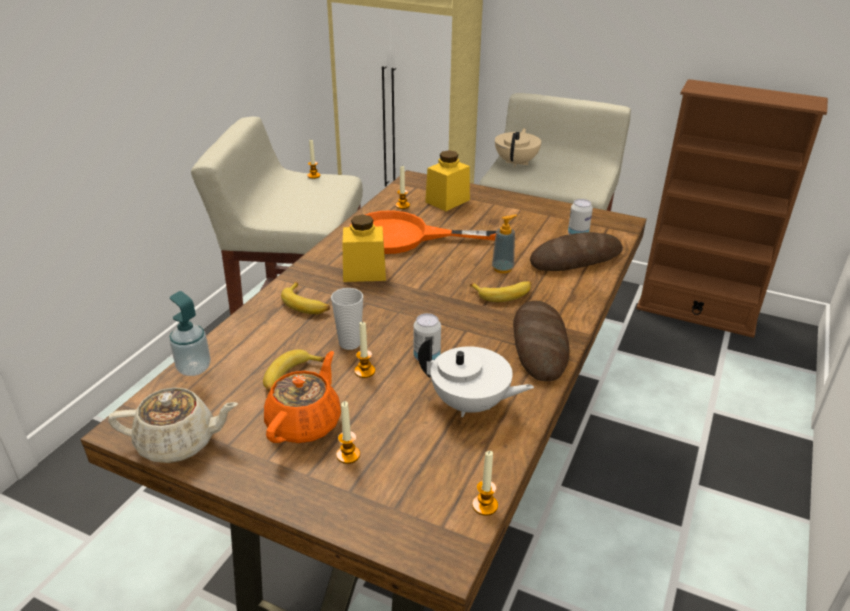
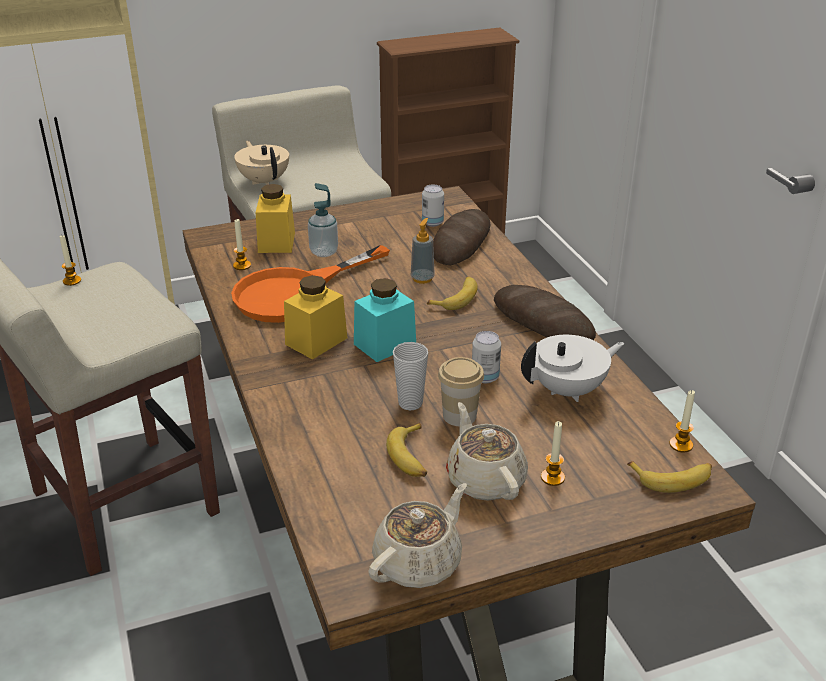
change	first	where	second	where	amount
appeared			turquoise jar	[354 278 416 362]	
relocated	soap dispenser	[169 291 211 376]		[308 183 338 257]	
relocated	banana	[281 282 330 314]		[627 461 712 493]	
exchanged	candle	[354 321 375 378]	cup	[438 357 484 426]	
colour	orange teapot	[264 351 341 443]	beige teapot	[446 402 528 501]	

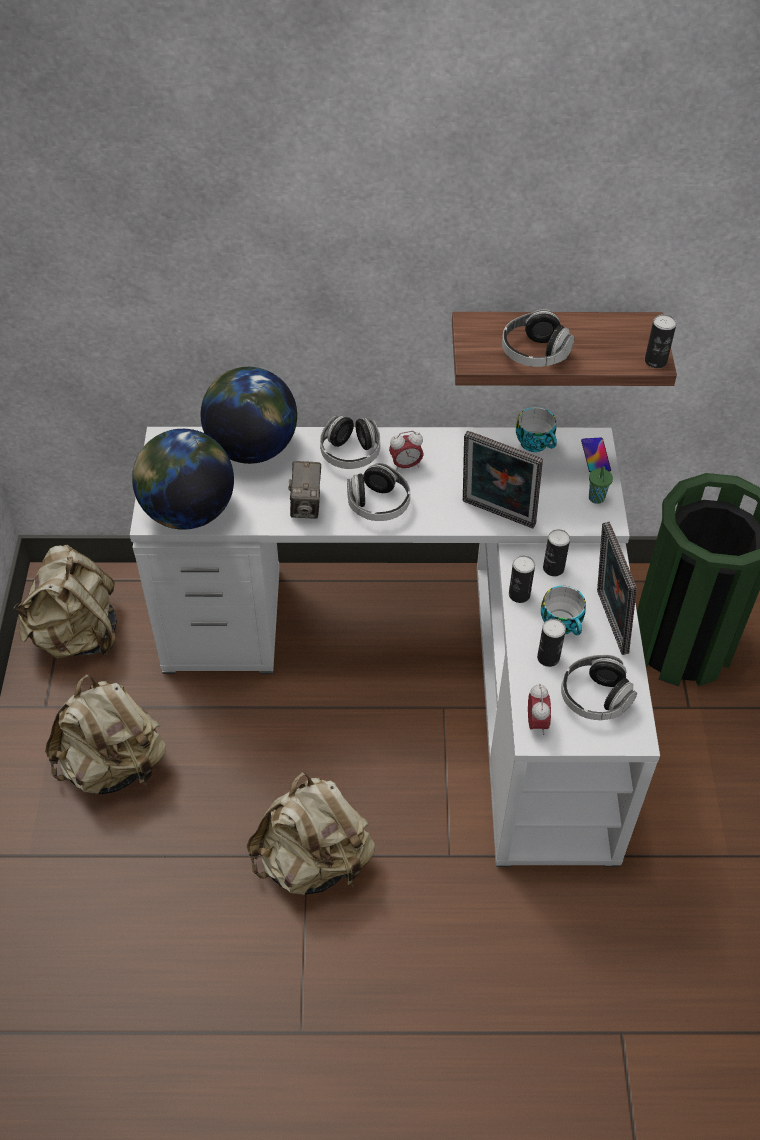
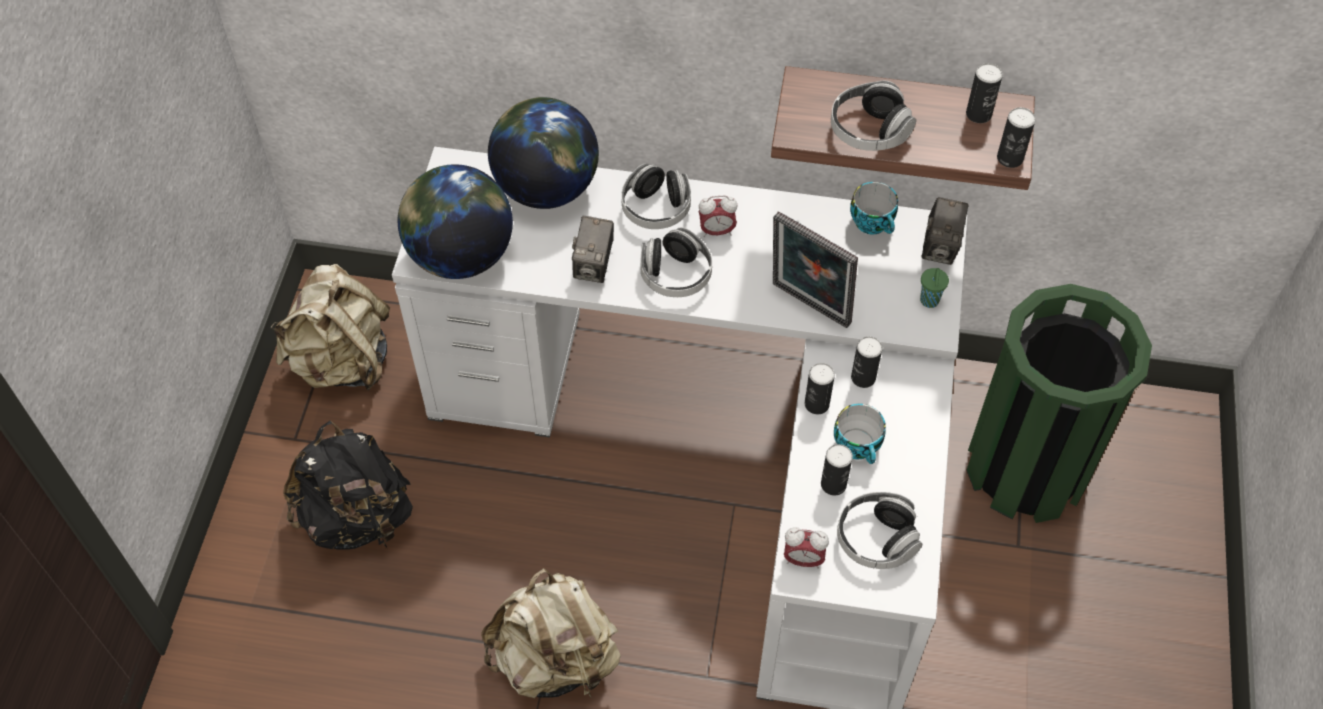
change	first	where	second	where	amount
missing	picture frame	[597 522 637 655]			
appeared			can	[966 63 1003 123]	
exchanged	phone	[581 438 611 472]	photo camera	[921 197 969 265]	
colour	beige backpack	[45 674 166 794]	black backpack	[283 421 413 550]	
spun	alarm clock	[528 684 551 735]		[784 527 829 569]	90 degrees clockwise

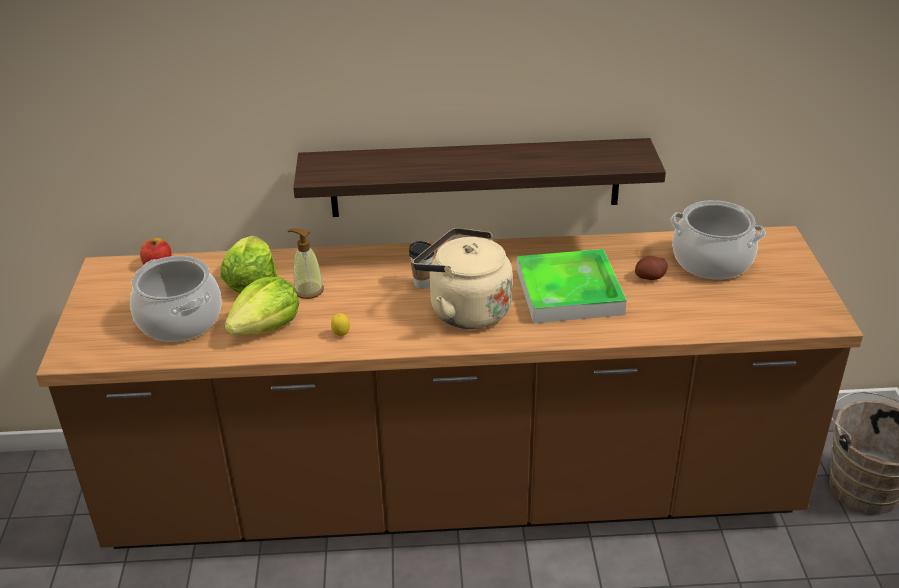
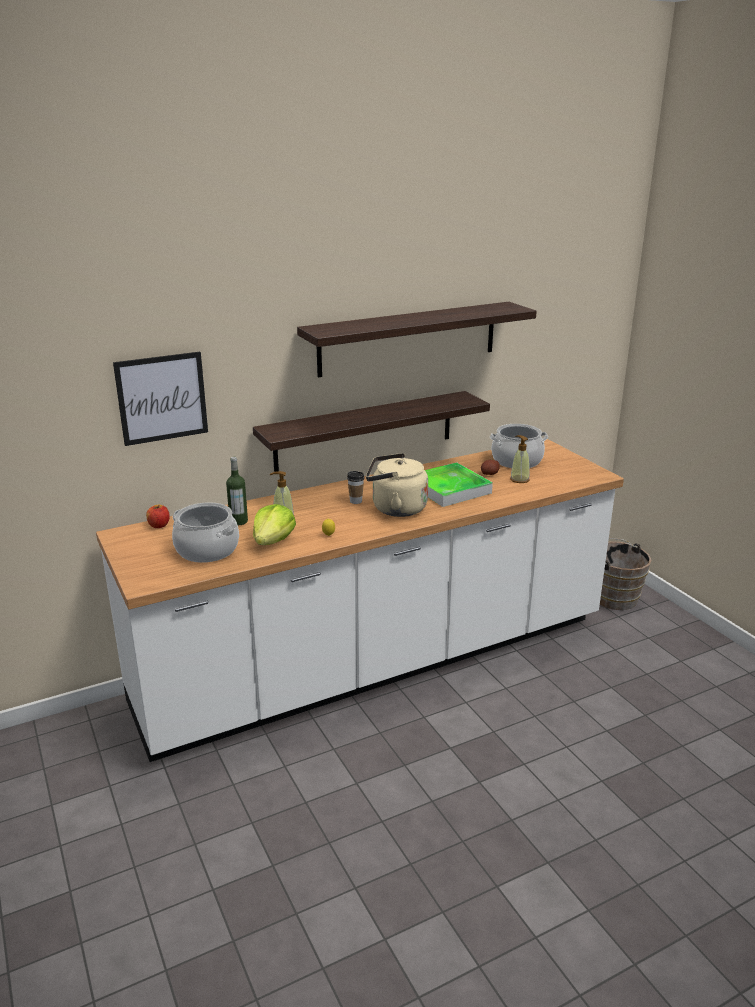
change	first	where	second	where	amount
appeared			picture	[113 352 208 446]	
appeared			shelf	[297 302 537 378]	
appeared			soap dispenser	[510 435 530 483]	
exchanged	lettuce	[221 235 277 293]	bottle	[226 457 248 525]	
colour	brown counter	[36 226 863 549]	white counter	[96 439 624 762]	

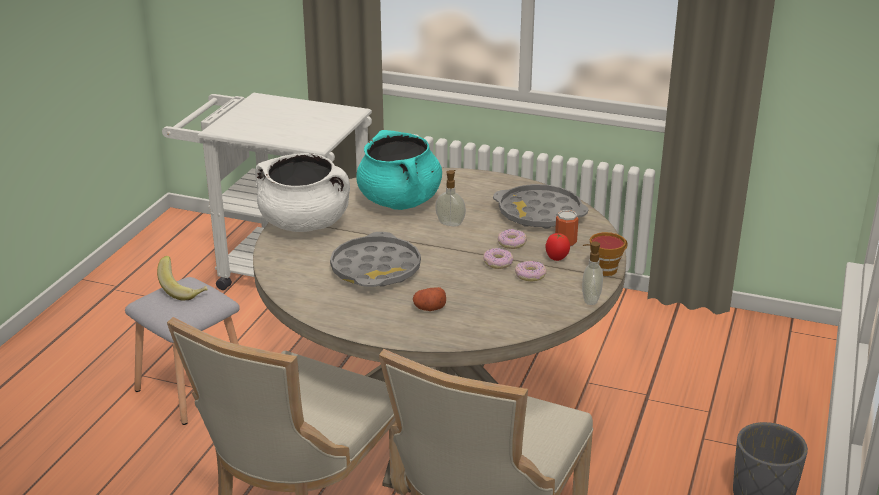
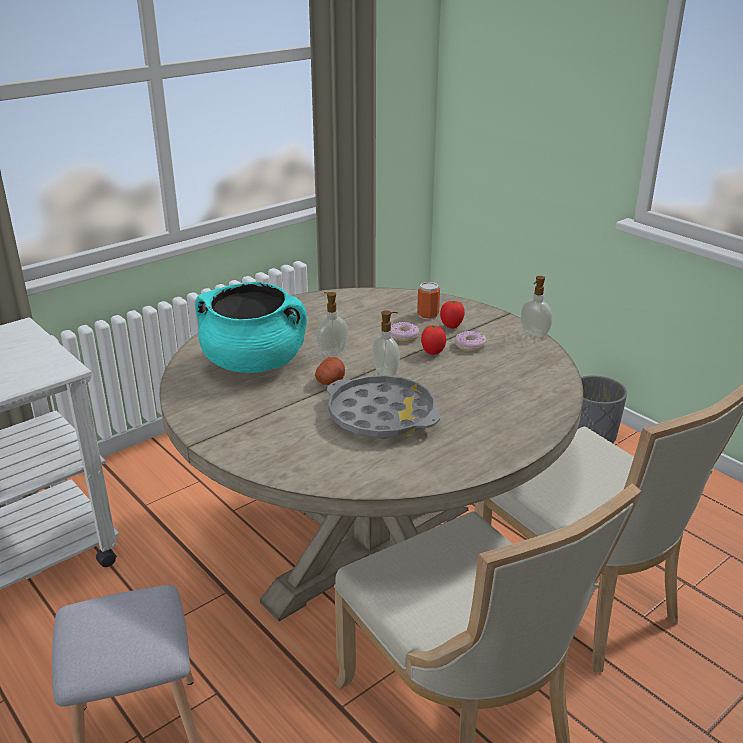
change	first	where	second	where	amount
missing	banana	[157 256 208 301]			
missing	white cooking pot	[255 153 350 232]			
missing	grey tray	[493 184 589 229]			
missing	cup	[590 232 627 276]			
appeared			soap dispenser	[372 310 400 376]	
relocated	potato	[413 287 446 311]		[315 357 345 385]	
exchanged	donut	[483 248 514 269]	tomato	[421 325 446 355]	

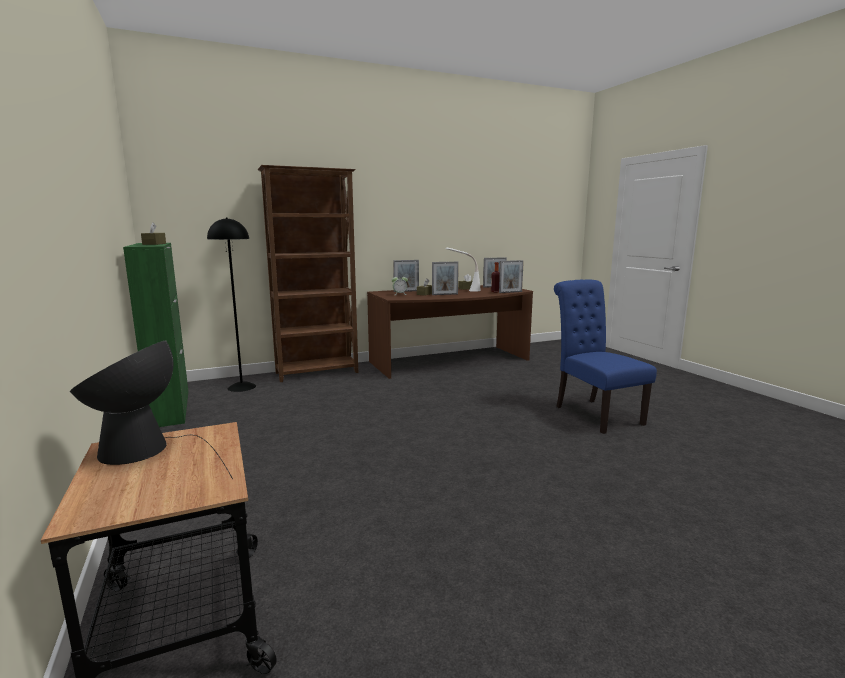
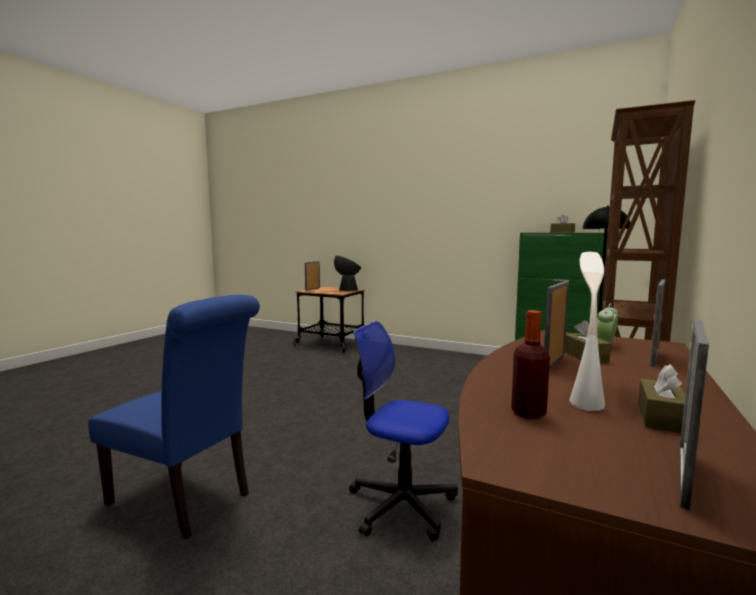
change	first	where	second	where	amount
appeared			office chair	[349 321 458 541]	
relocated	picture frame	[499 260 524 293]		[305 261 320 291]	

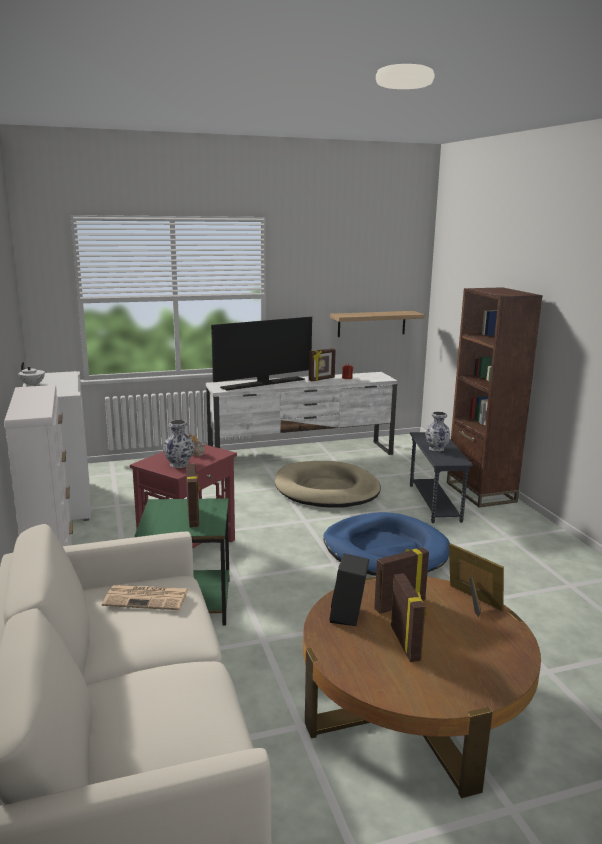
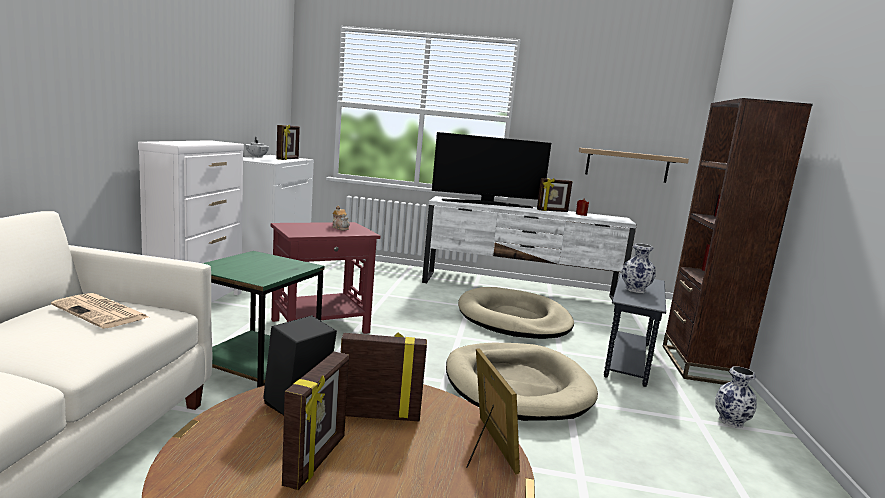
change	first	where	second	where	amount
relocated	vase	[163 420 195 468]		[715 367 757 428]	
relocated	picture frame	[186 464 199 528]		[276 124 300 160]	
colour	blue dog bed	[323 512 450 576]	beige dog bed	[446 343 598 421]	

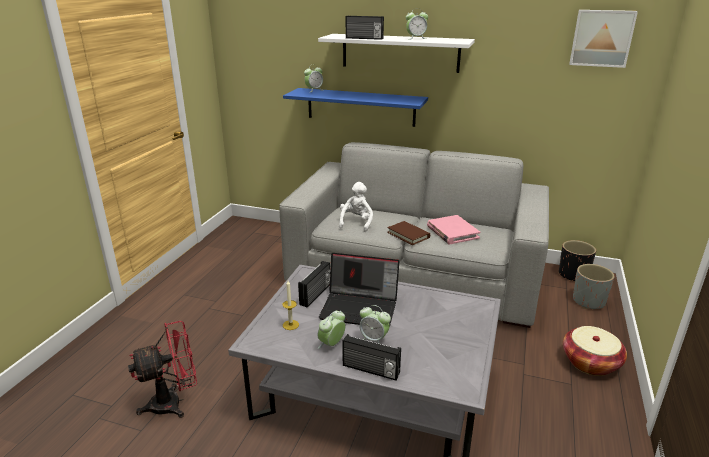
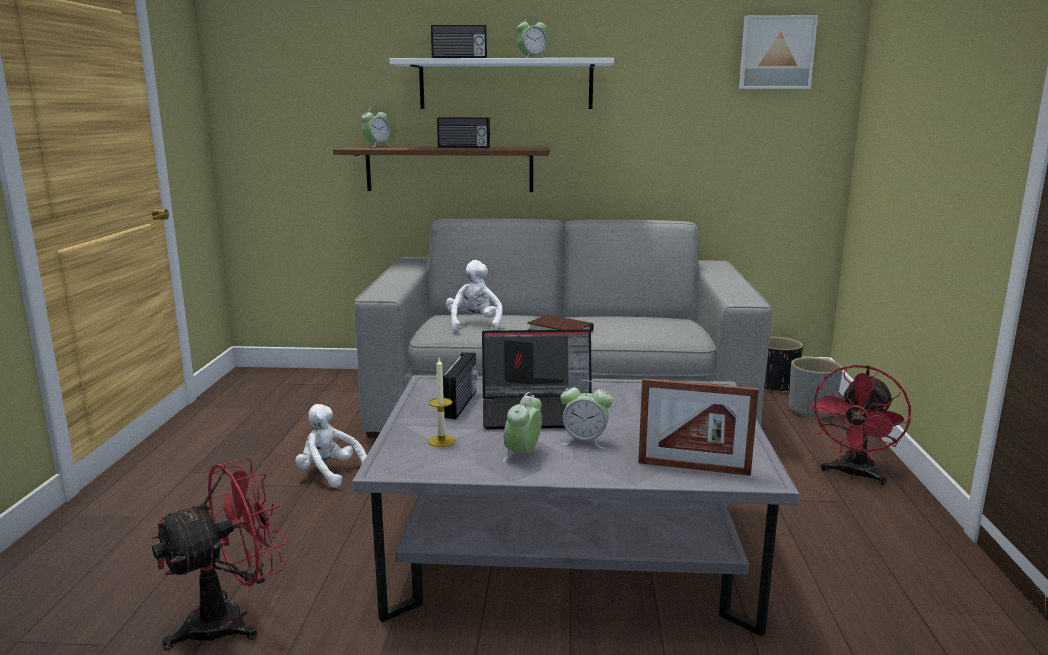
change	first	where	second	where	amount
missing	pink book	[427 215 480 244]			
appeared			white plush toy	[295 404 367 488]	
appeared			picture frame	[638 378 759 476]	
relocated	radio	[342 334 401 381]		[437 117 490 148]	
exchanged	basket	[563 326 627 376]	red fan	[810 365 911 485]	
colour	blue shelf	[283 88 428 127]	brown shelf	[333 146 550 192]	

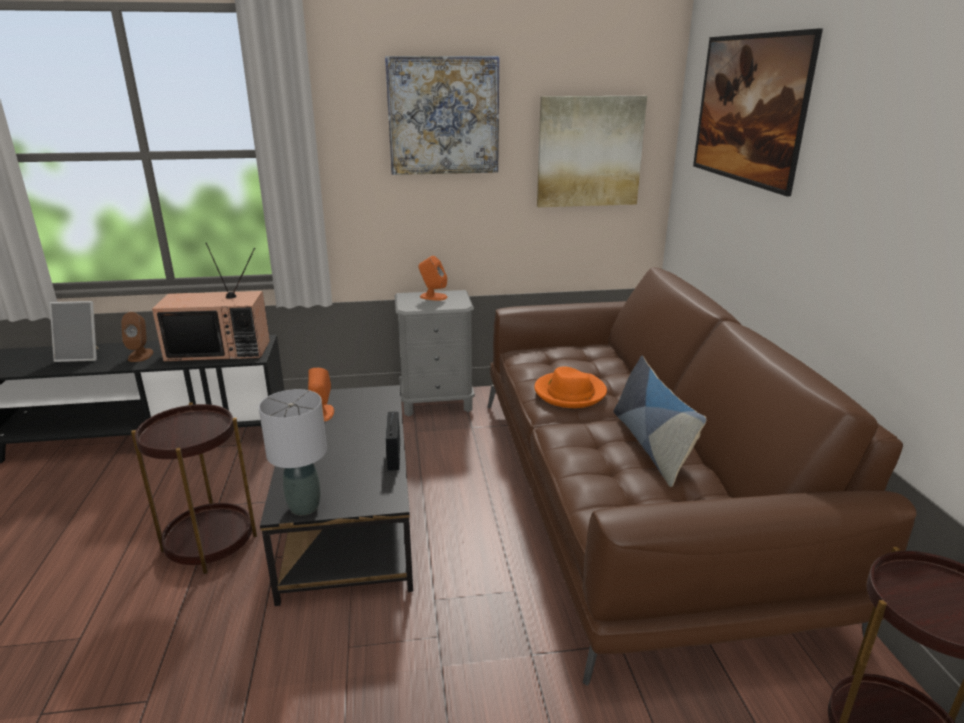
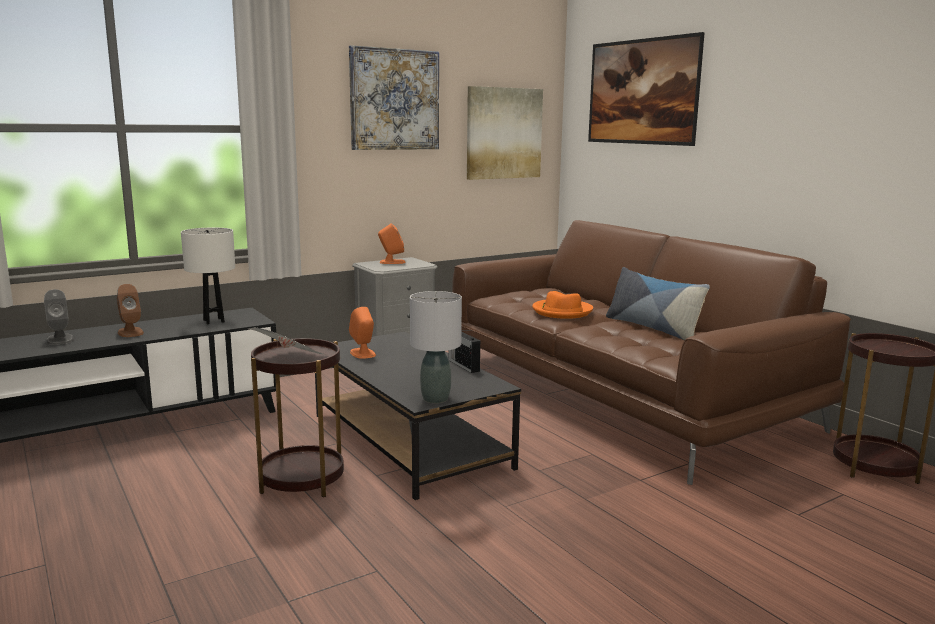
change	first	where	second	where	amount
appeared			newspaper	[248 327 323 354]	
exchanged	picture frame	[50 301 99 362]	grey speaker	[44 289 74 345]	
exchanged	television	[152 243 270 362]	white table lamp	[181 228 235 324]	

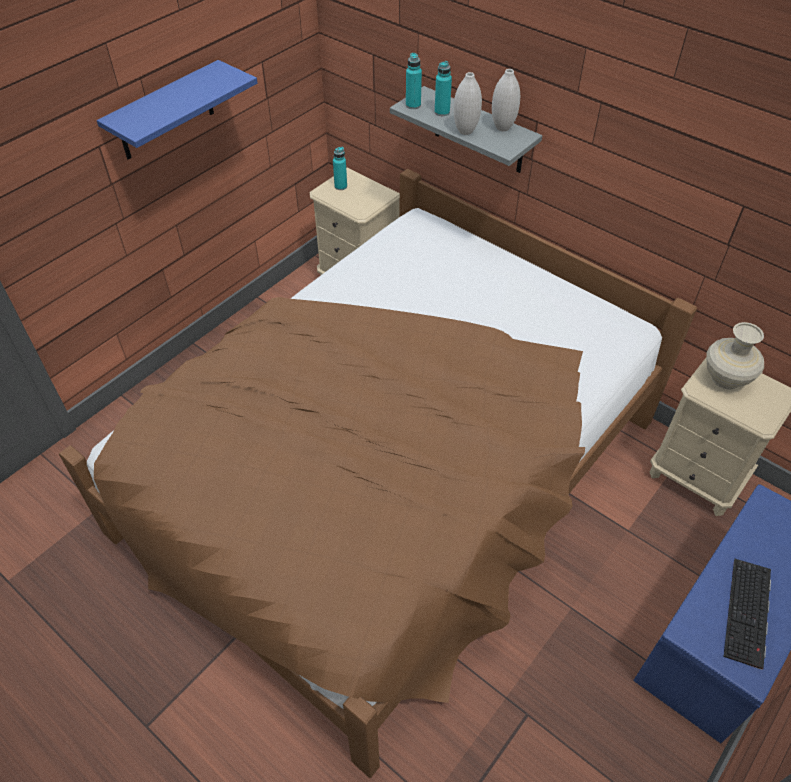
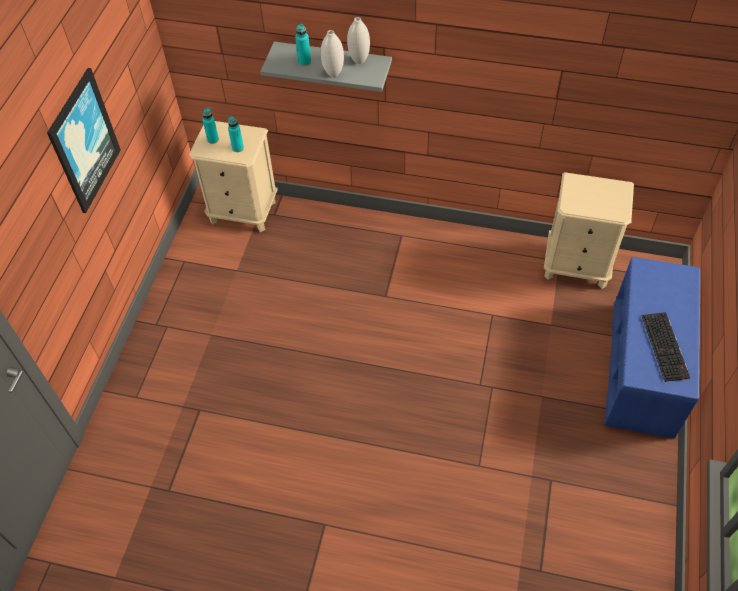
change	first	where	second	where	amount
missing	brown bed	[59 169 697 778]			
missing	beige vase	[706 322 764 390]			
relocated	turquoise bottle	[406 53 422 109]		[228 116 244 152]	
exchanged	blue shelf	[97 60 258 160]	picture	[47 68 121 213]	

